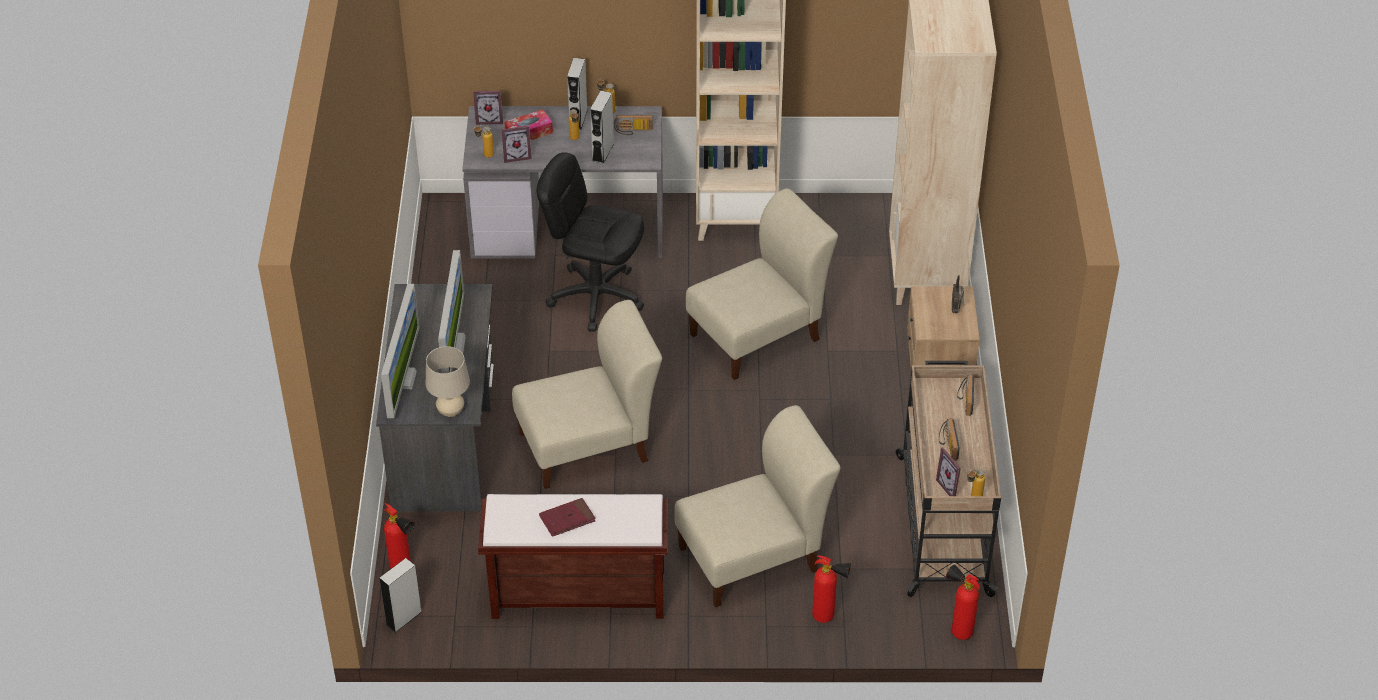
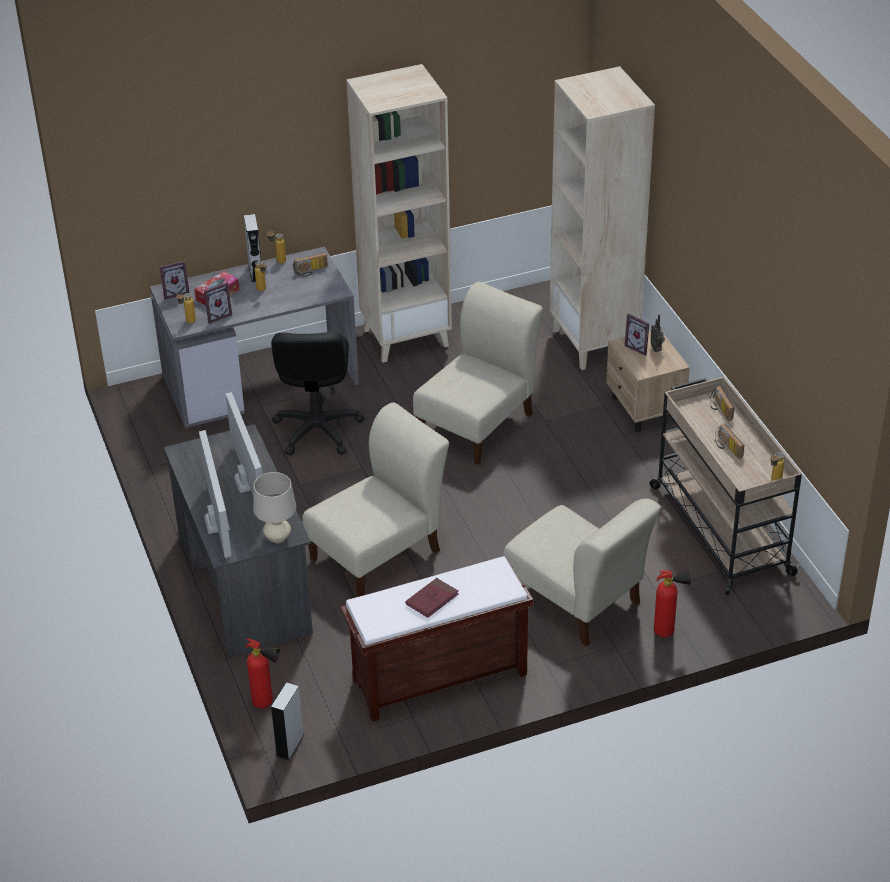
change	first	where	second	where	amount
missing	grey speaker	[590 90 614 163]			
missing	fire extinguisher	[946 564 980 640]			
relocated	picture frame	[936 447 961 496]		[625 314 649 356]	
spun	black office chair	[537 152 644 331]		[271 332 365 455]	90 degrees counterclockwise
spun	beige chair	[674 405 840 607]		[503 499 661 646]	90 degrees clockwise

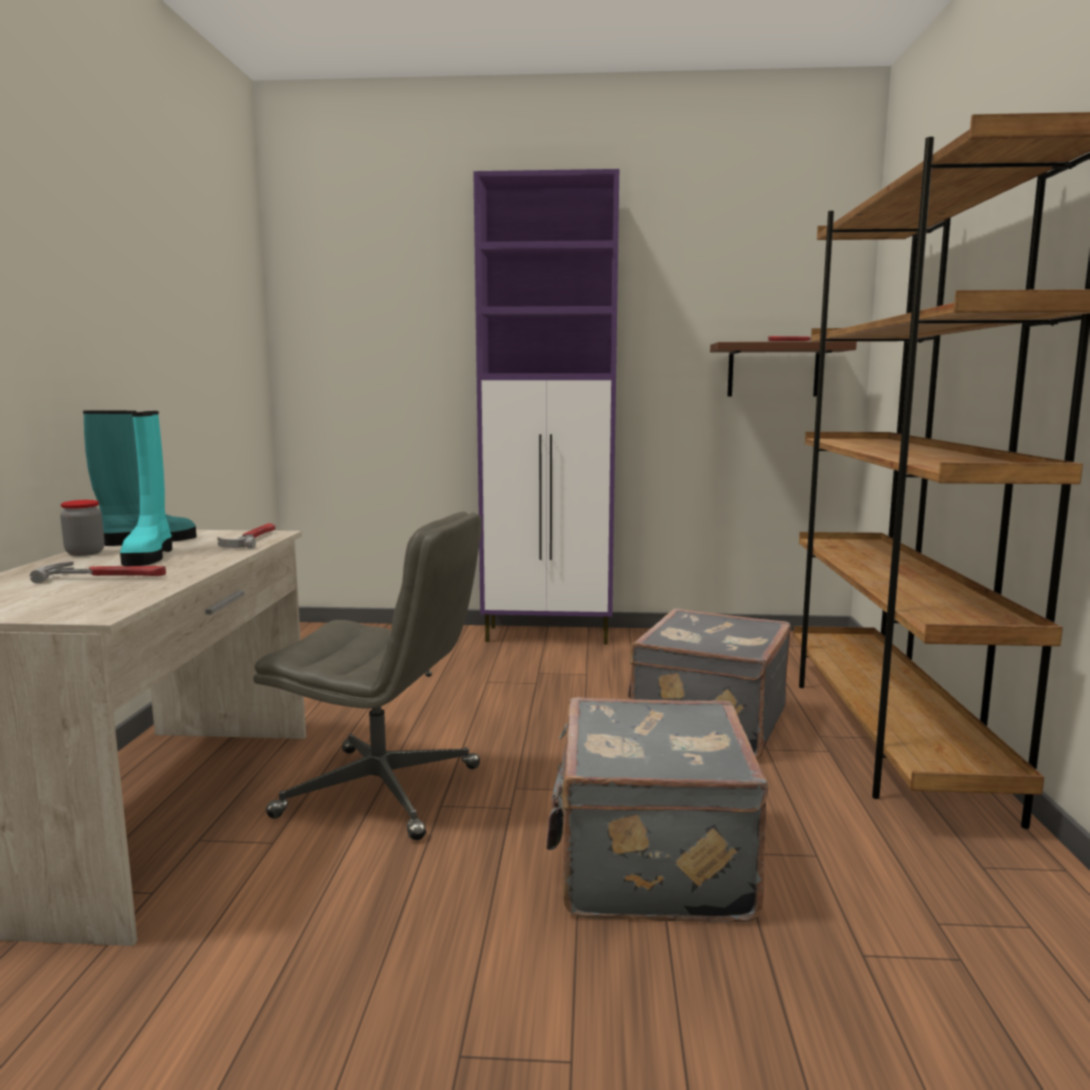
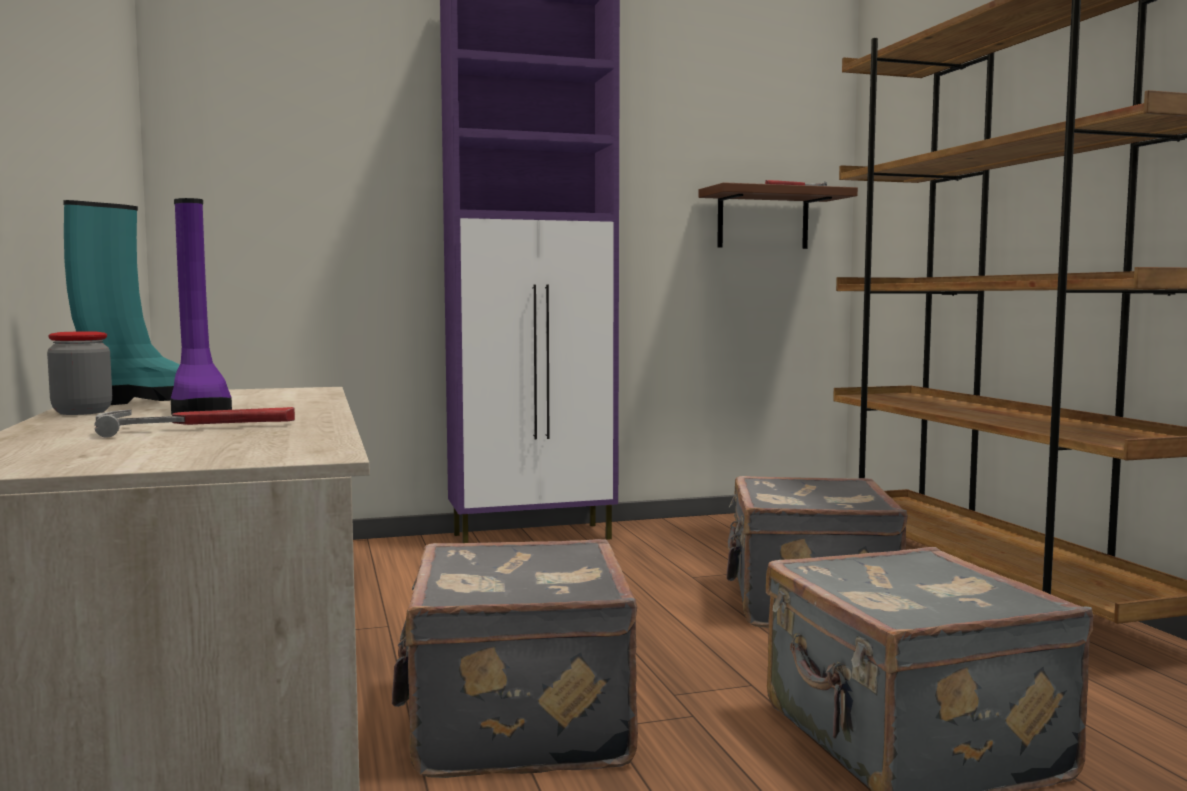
change	first	where	second	where	amount
missing	hammer	[217 523 275 549]			
exchanged	grey office chair	[253 511 482 840]	grey suitcase	[392 539 638 778]	
colour	turquoise boot	[120 411 172 566]	purple boot	[171 198 232 415]	

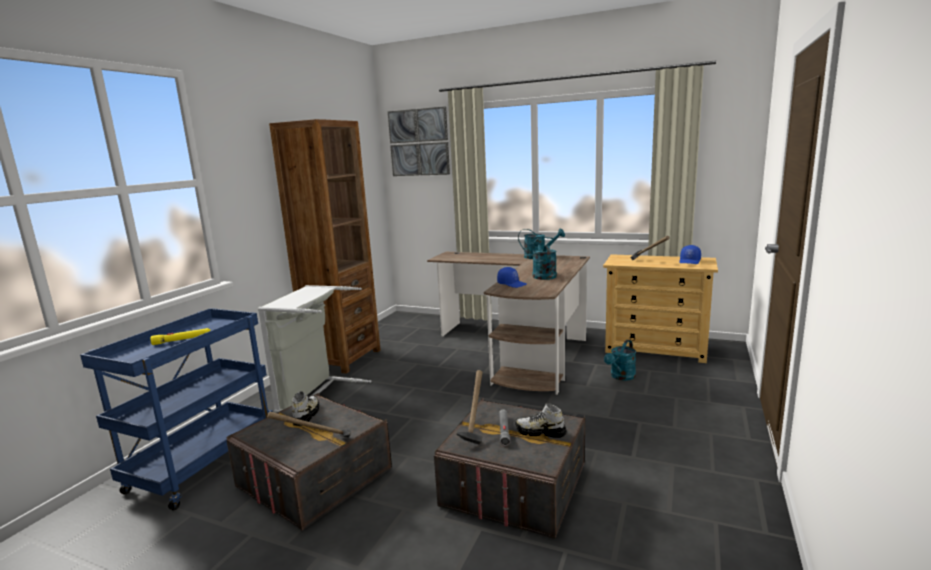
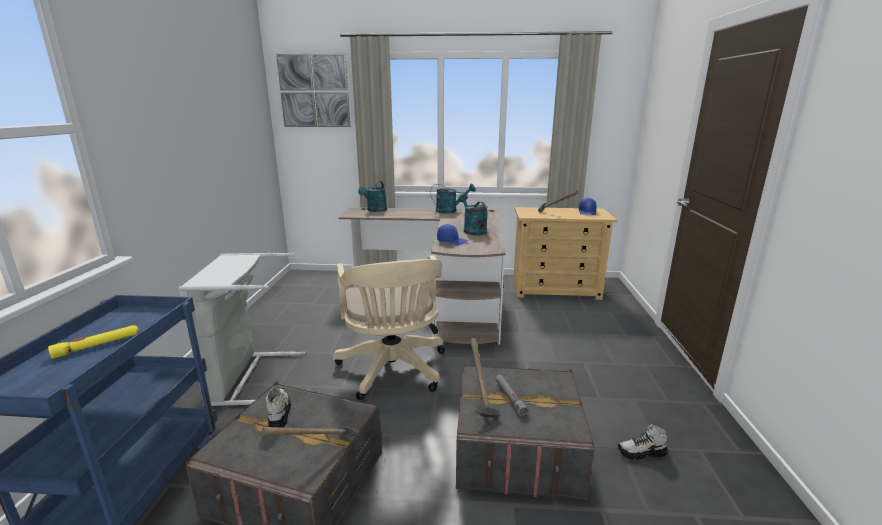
change	first	where	second	where	amount
missing	brown bookcase	[269 119 381 374]			
appeared			beige office chair	[333 255 445 400]	
relocated	shoe	[515 403 567 438]		[618 424 667 460]	
relocated	turquoise watering can	[604 340 636 381]		[358 181 387 212]	

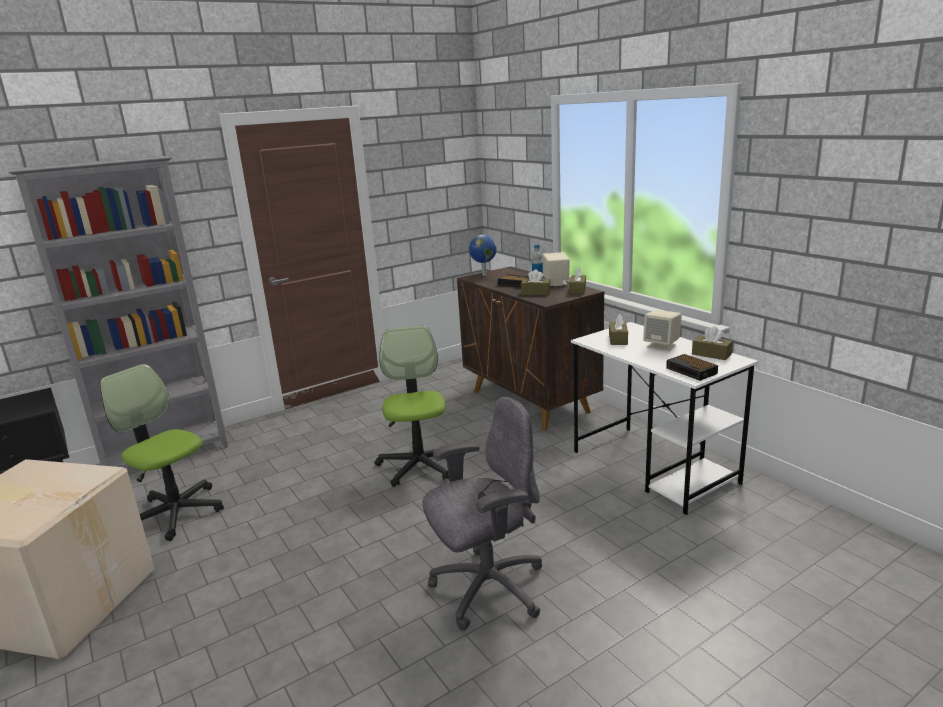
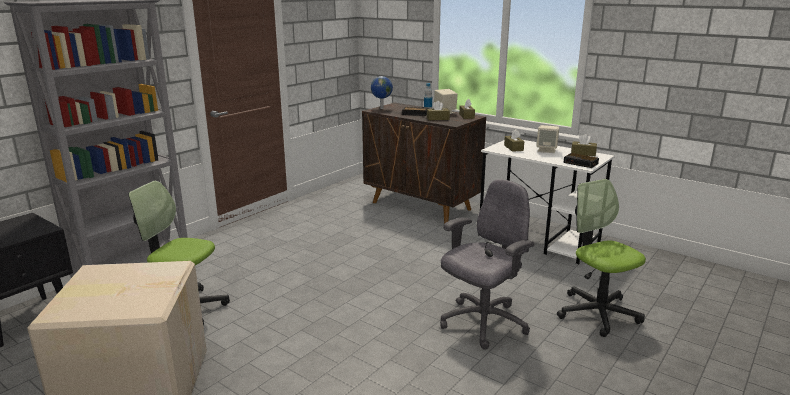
change	first	where	second	where	amount
relocated	office chair	[375 326 449 487]		[557 179 646 337]	

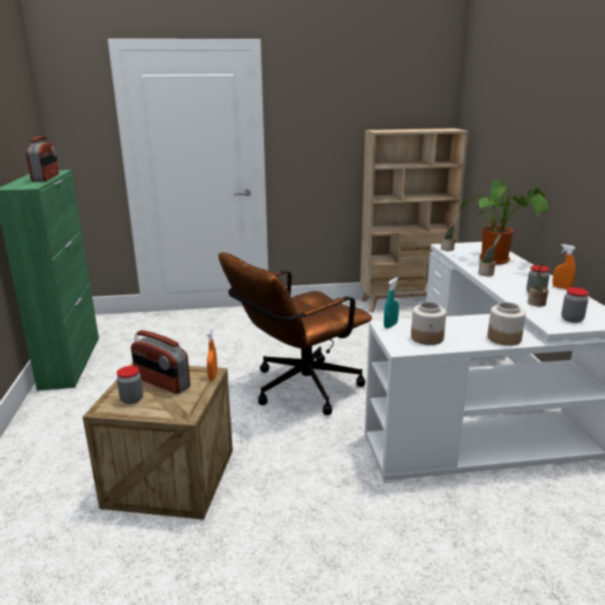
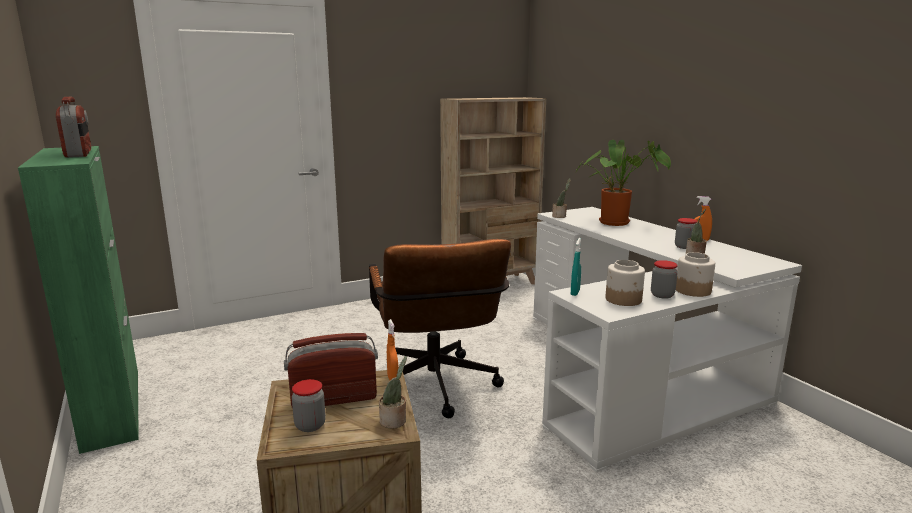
change	first	where	second	where	amount
relocated	potted plant	[478 235 501 276]		[379 356 407 429]	
relocated	jar	[561 288 589 323]		[651 260 678 299]	
spun	radio	[131 330 190 394]		[284 333 378 409]	150 degrees clockwise
spun	brown office chair	[218 253 372 415]		[369 239 511 418]	45 degrees counterclockwise

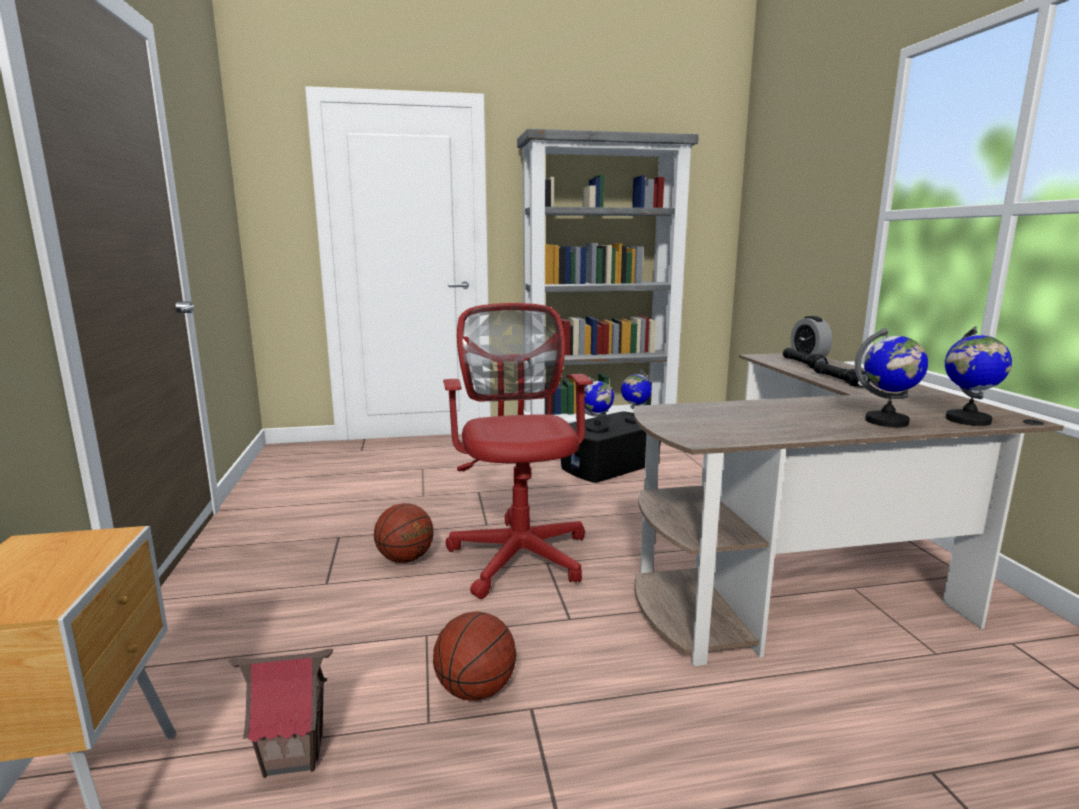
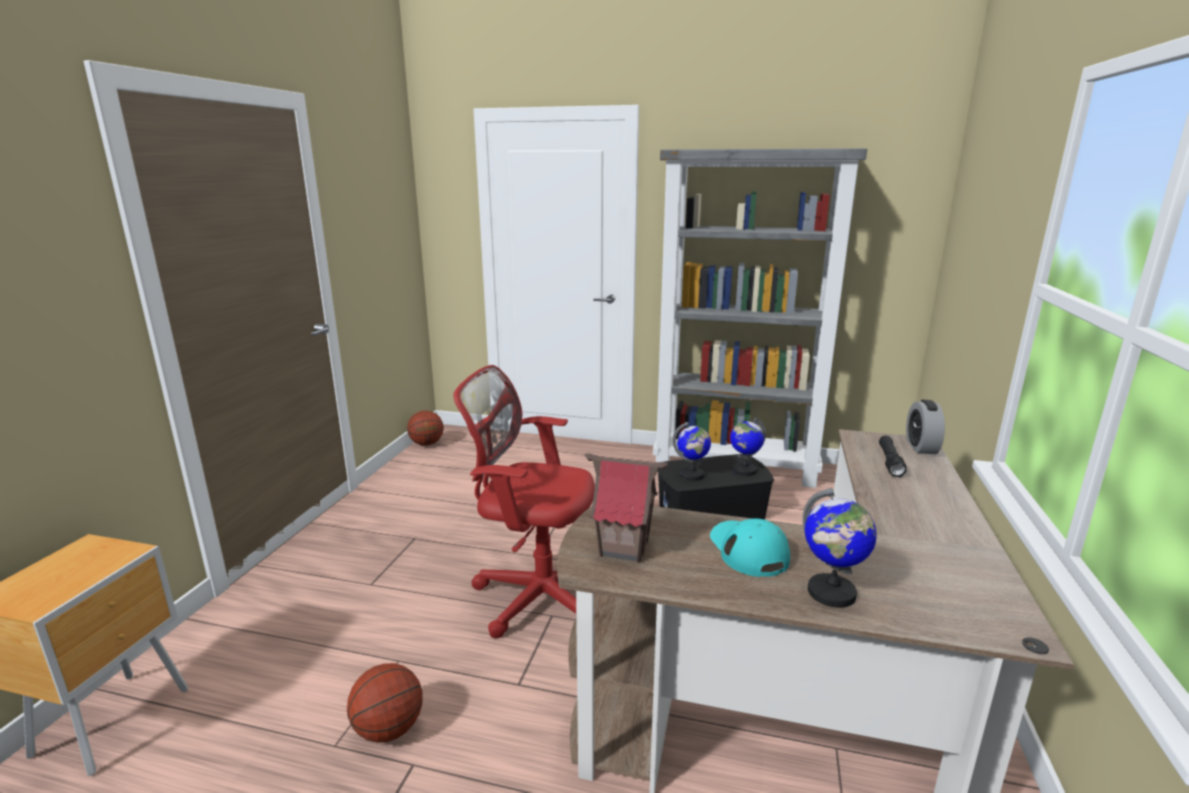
change	first	where	second	where	amount
missing	black flashlight	[814 361 870 387]			
missing	globe	[945 326 1012 426]			
appeared			turquoise cap	[710 519 790 577]	
relocated	toy house	[229 649 333 778]		[585 453 668 563]	
relocated	basketball	[374 503 434 563]		[407 411 444 446]	
spun	red office chair	[443 303 593 599]		[453 365 595 638]	90 degrees counterclockwise

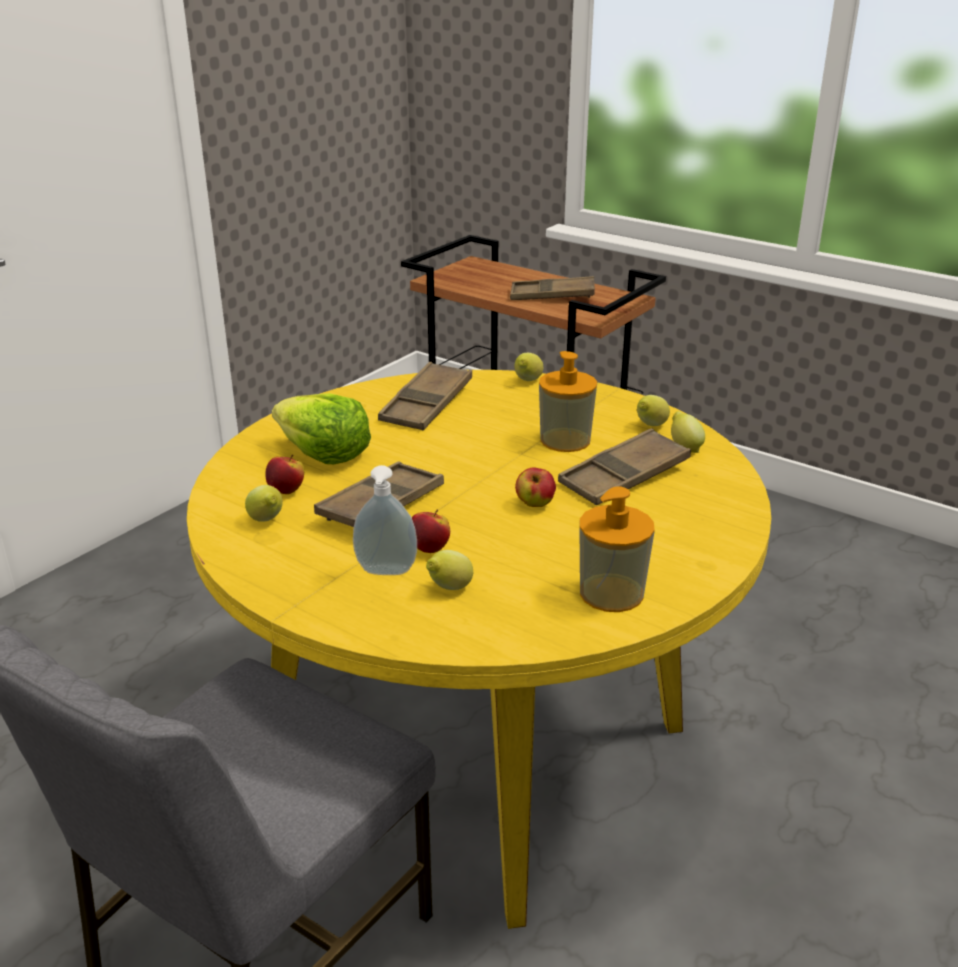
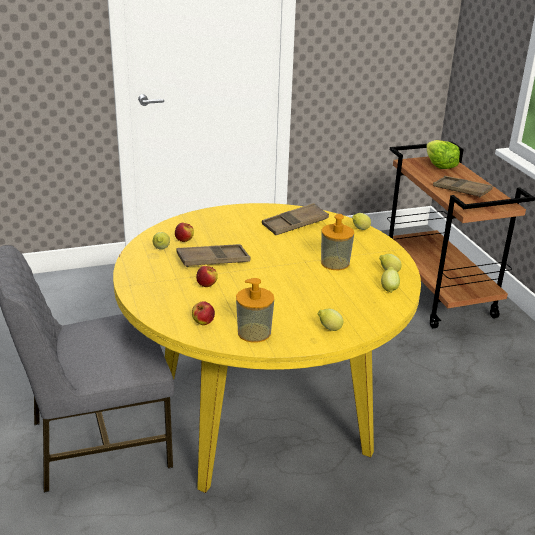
change	first	where	second	where	amount
missing	soap dispenser	[353 465 417 575]			
missing	brown tray	[558 428 691 505]			
relocated	lettuce	[272 393 371 464]		[426 140 460 169]	
relocated	lemon	[426 550 473 590]		[318 309 343 331]	
relocated	apple	[515 467 556 507]		[192 301 215 325]	

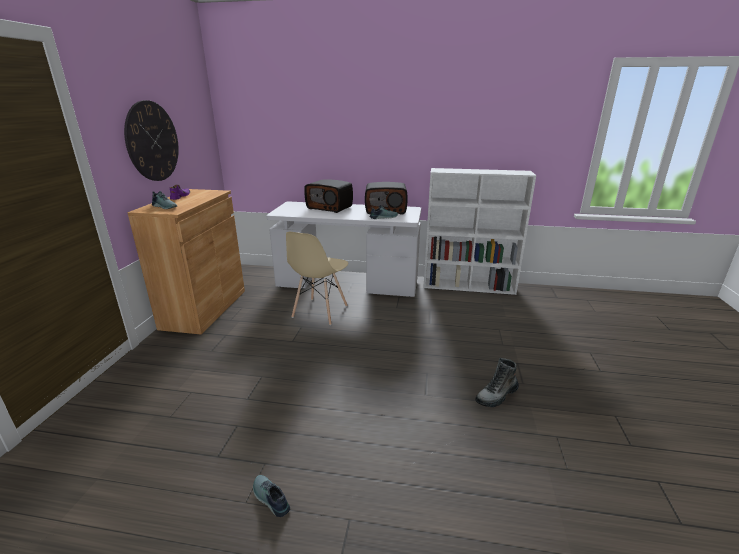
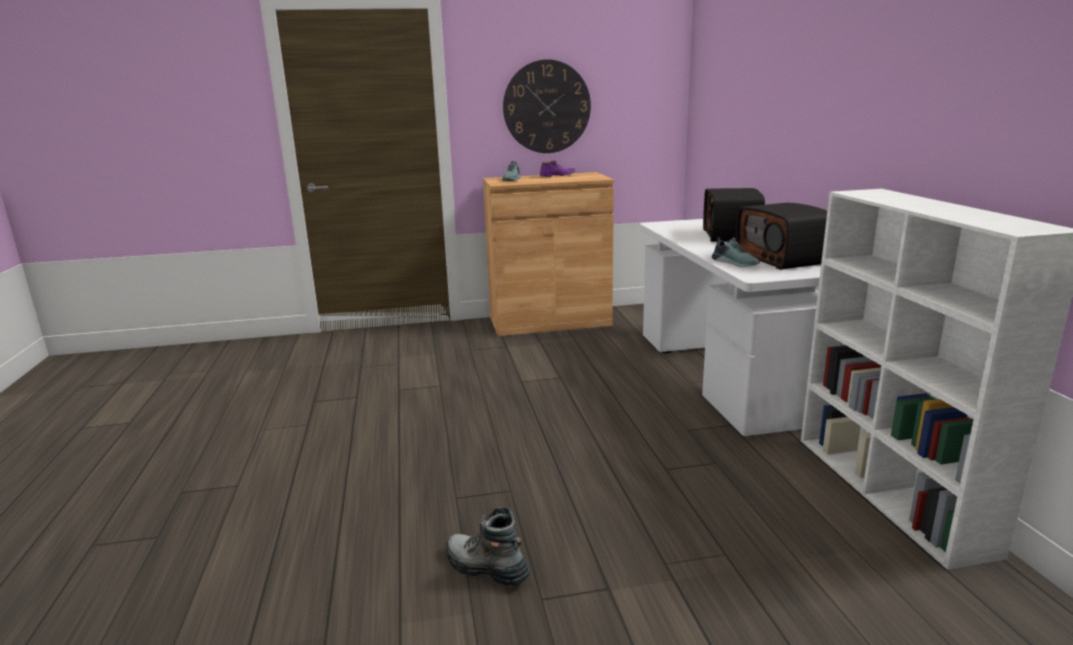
change	first	where	second	where	amount
missing	shoe	[253 475 290 517]			
missing	beige chair	[286 232 348 325]			

